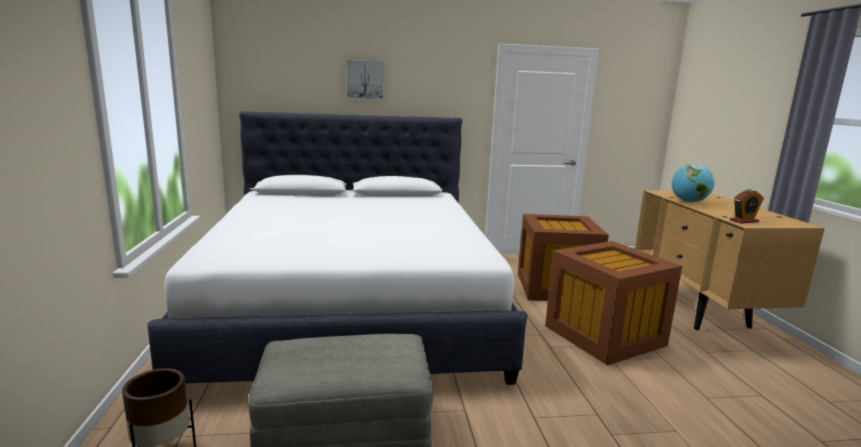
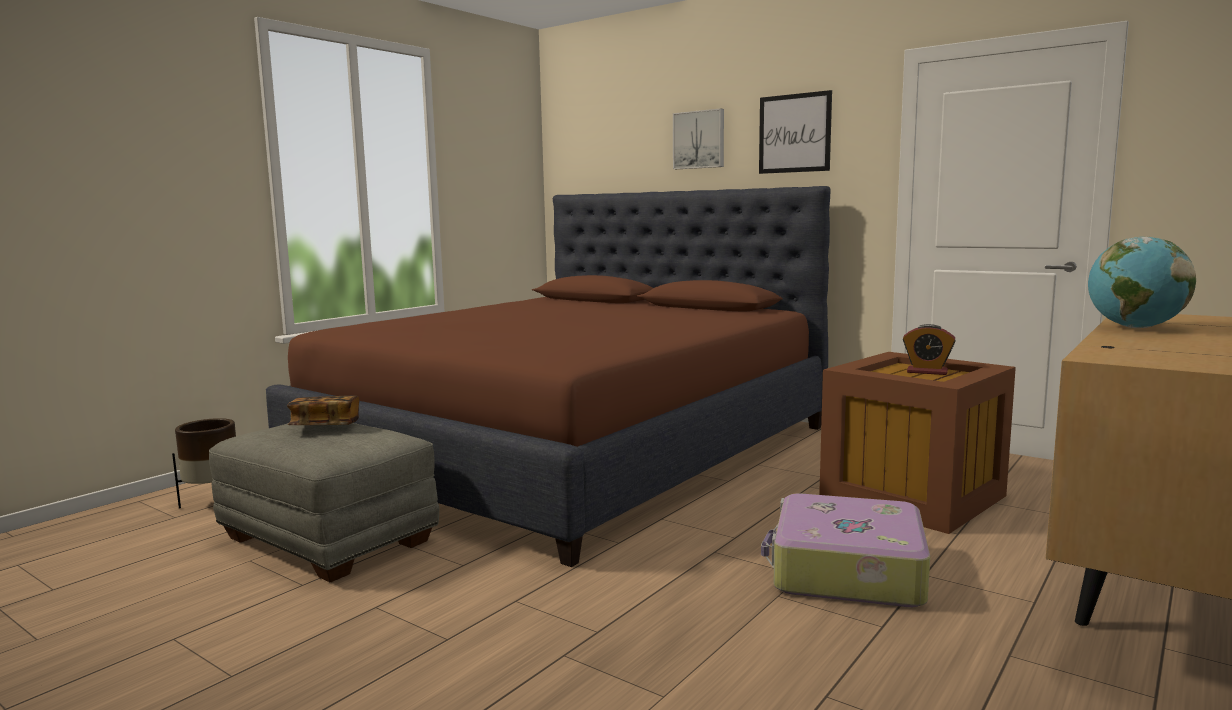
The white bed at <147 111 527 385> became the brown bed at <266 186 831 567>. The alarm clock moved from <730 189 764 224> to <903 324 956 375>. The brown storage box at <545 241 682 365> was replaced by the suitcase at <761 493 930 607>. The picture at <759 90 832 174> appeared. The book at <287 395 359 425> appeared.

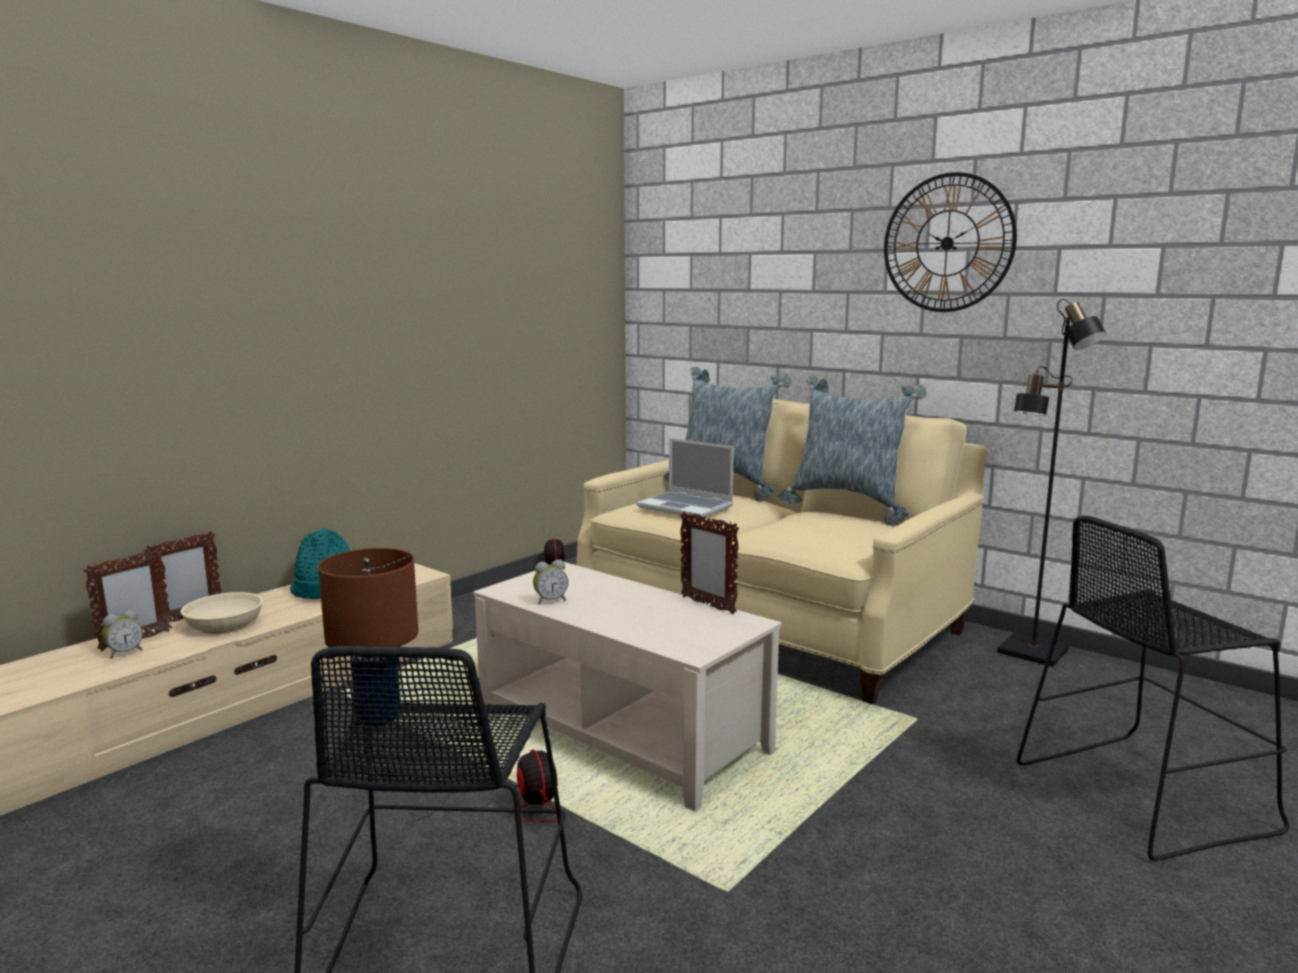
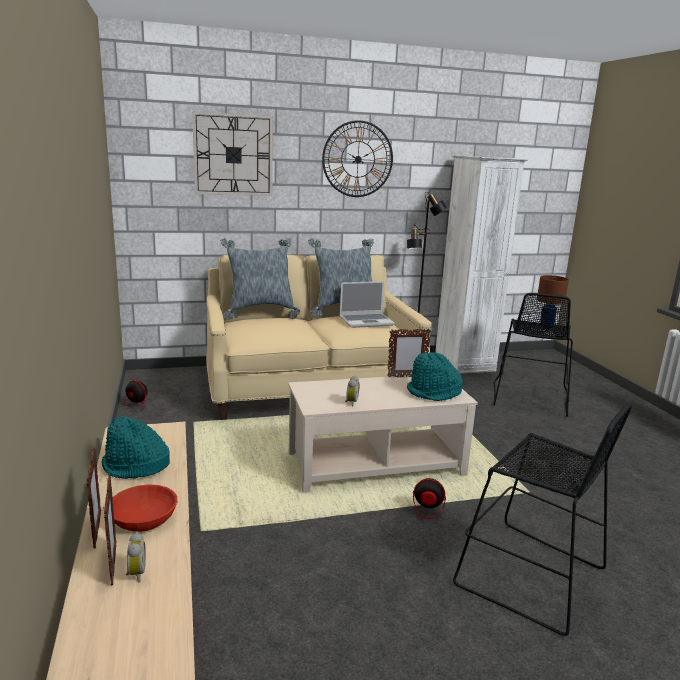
The laptop moved from <637 438 734 518> to <339 281 395 328>. The brown table lamp moved from <318 548 418 726> to <537 275 569 329>. The beige bowl at <180 592 264 634> became the red bowl at <113 484 178 532>. The wall clock at <192 111 273 196> appeared. The white cabinet at <436 155 528 374> appeared. The turquoise hat at <407 352 463 401> appeared.

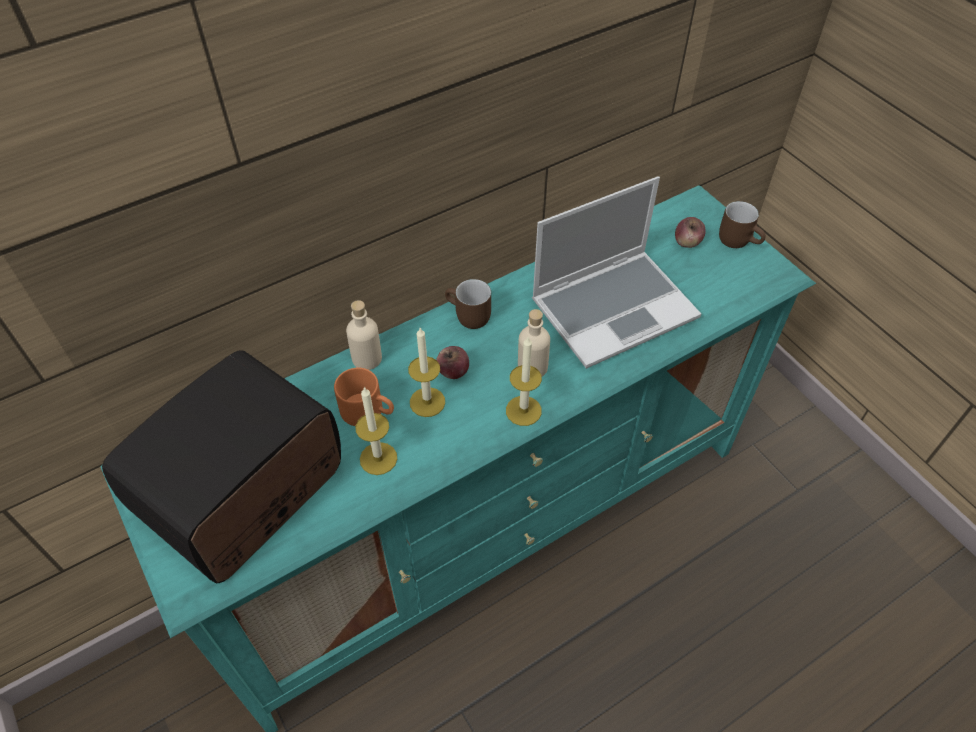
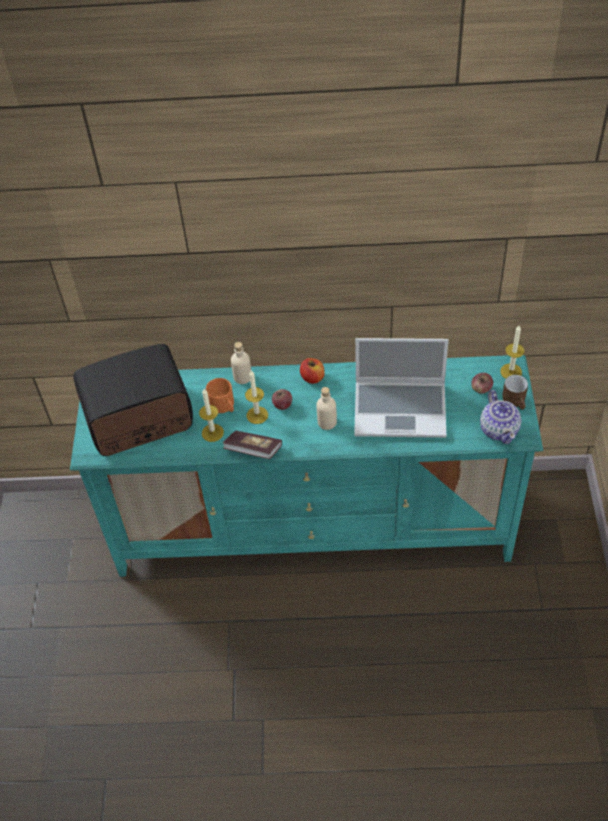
The brown mug at <445 279 491 329> was replaced by the apple at <300 358 325 384>. The candle moved from <506 337 542 426> to <500 326 524 379>. The teapot at <480 390 521 444> appeared. The book at <223 431 282 459> appeared.

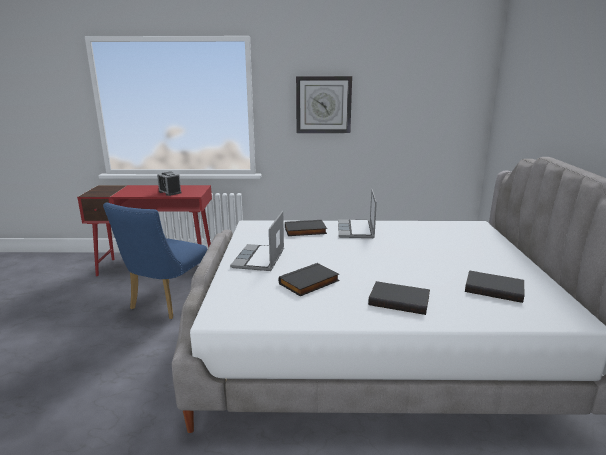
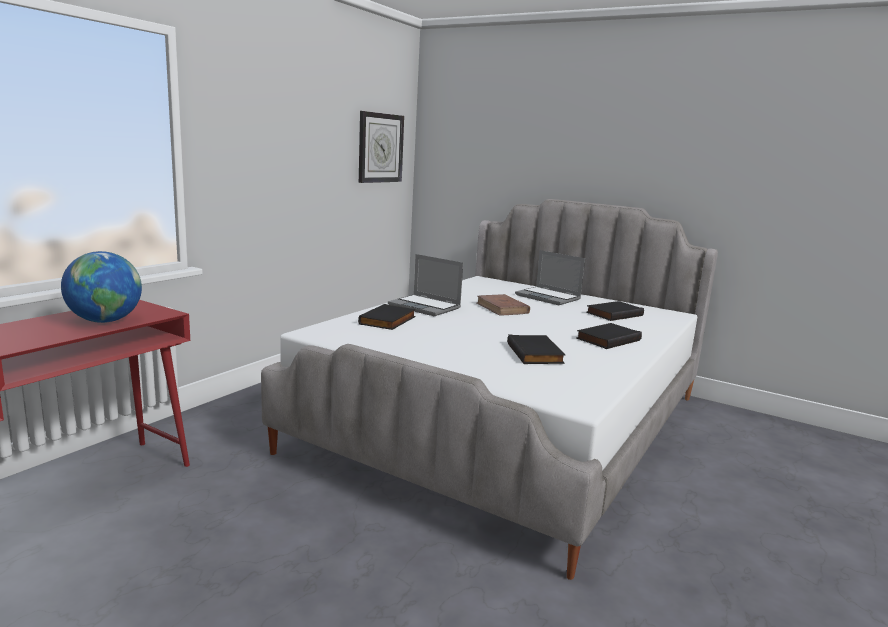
The wall clock moved from <296 76 352 133> to <359 111 404 183>. The alarm clock at <157 171 182 196> was replaced by the globe at <61 251 142 323>. The blue chair at <103 203 207 319> disappeared. The laptop moved from <230 211 284 271> to <515 250 585 305>. The brown book at <476 294 530 315> appeared.

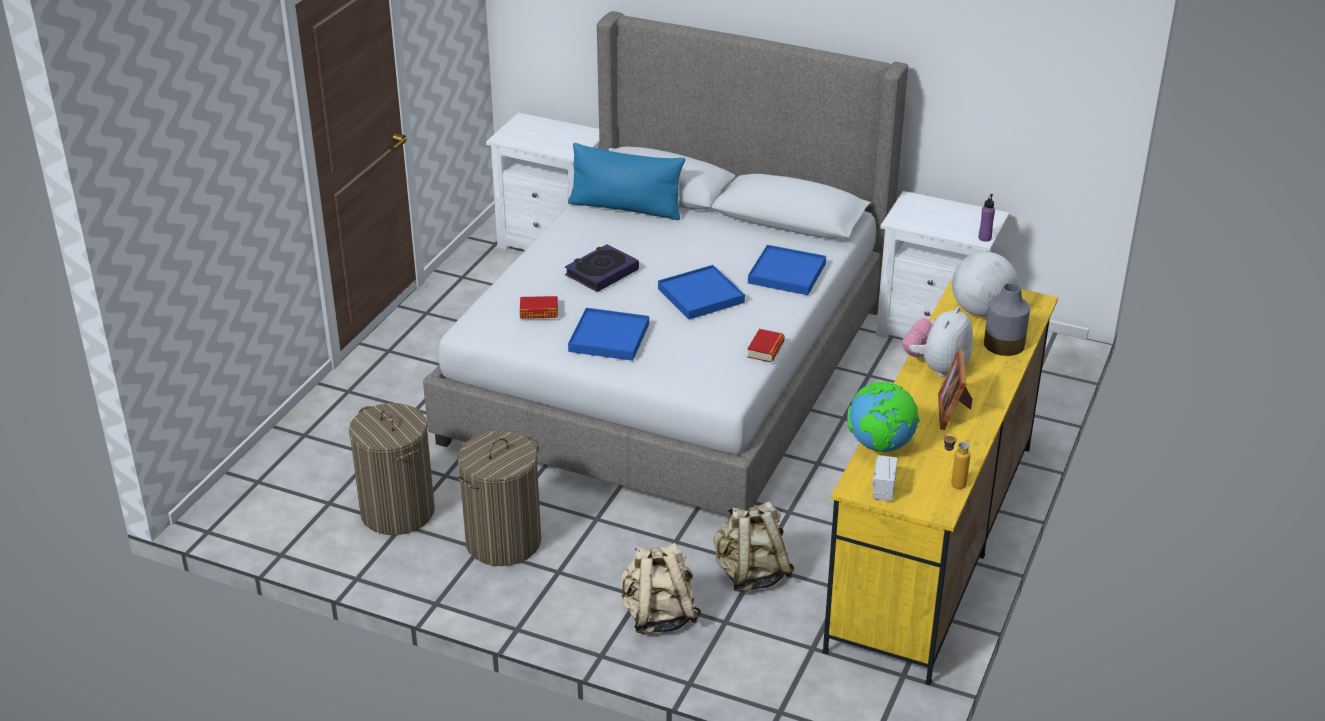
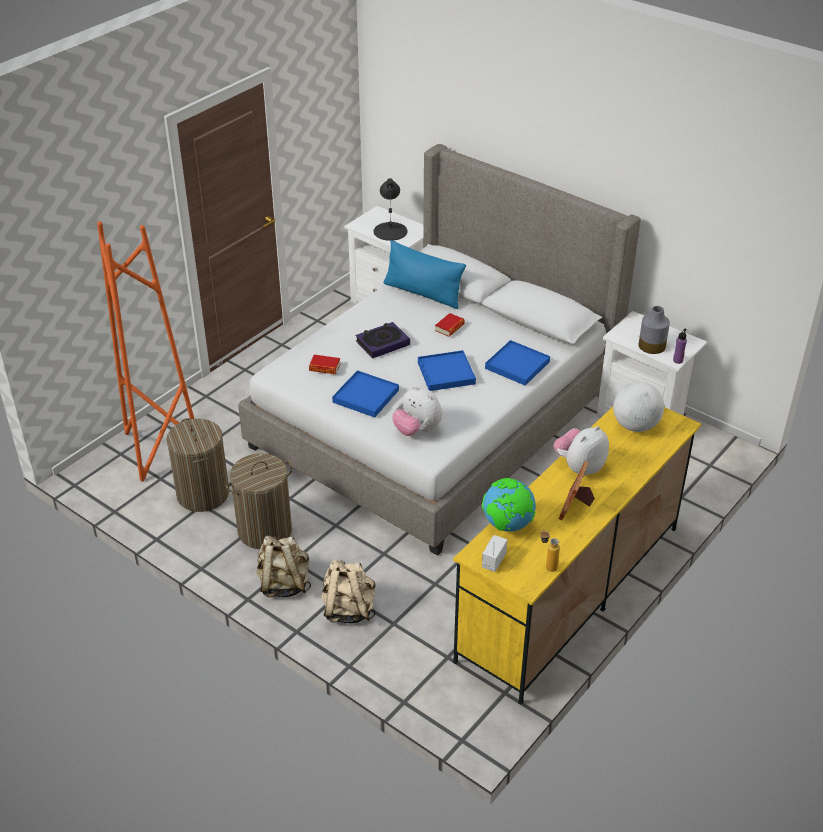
The grey vase moved from <984 283 1030 356> to <638 306 670 354>. The book moved from <747 329 785 362> to <435 313 465 337>. The beige backpack moved from <714 501 795 592> to <256 536 311 597>. The black table lamp at <374 178 408 241> appeared. The orange clothes rack at <97 221 194 482> appeared. The plush toy at <392 386 442 436> appeared.

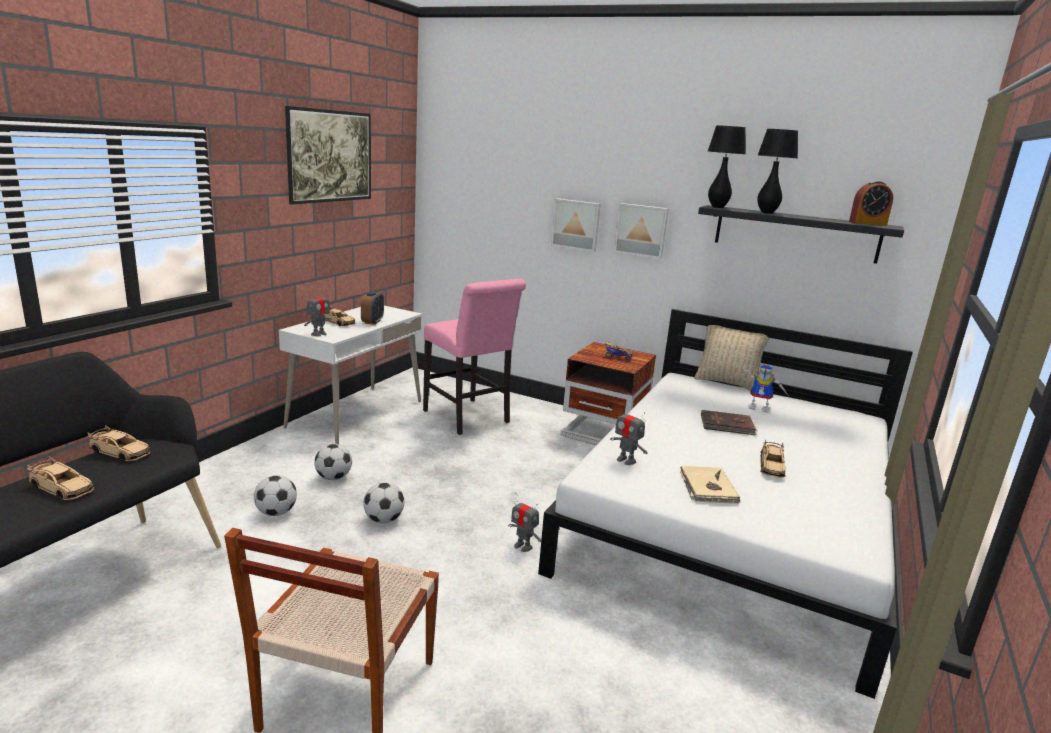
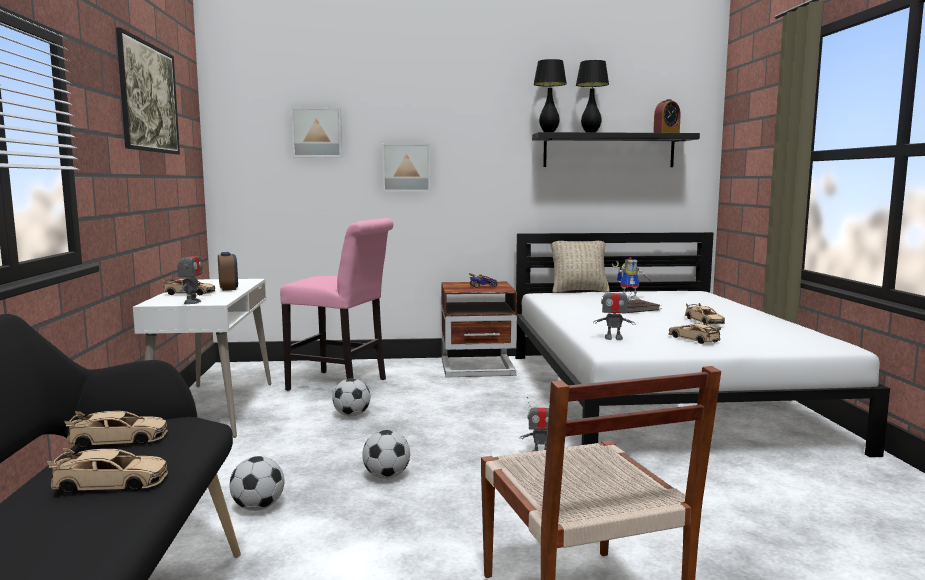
The picture moved from <614 203 669 259> to <291 108 342 157>. The football moved from <314 444 352 480> to <332 378 371 417>. The beige book at <680 466 740 504> was replaced by the beige toy car at <669 323 722 344>.

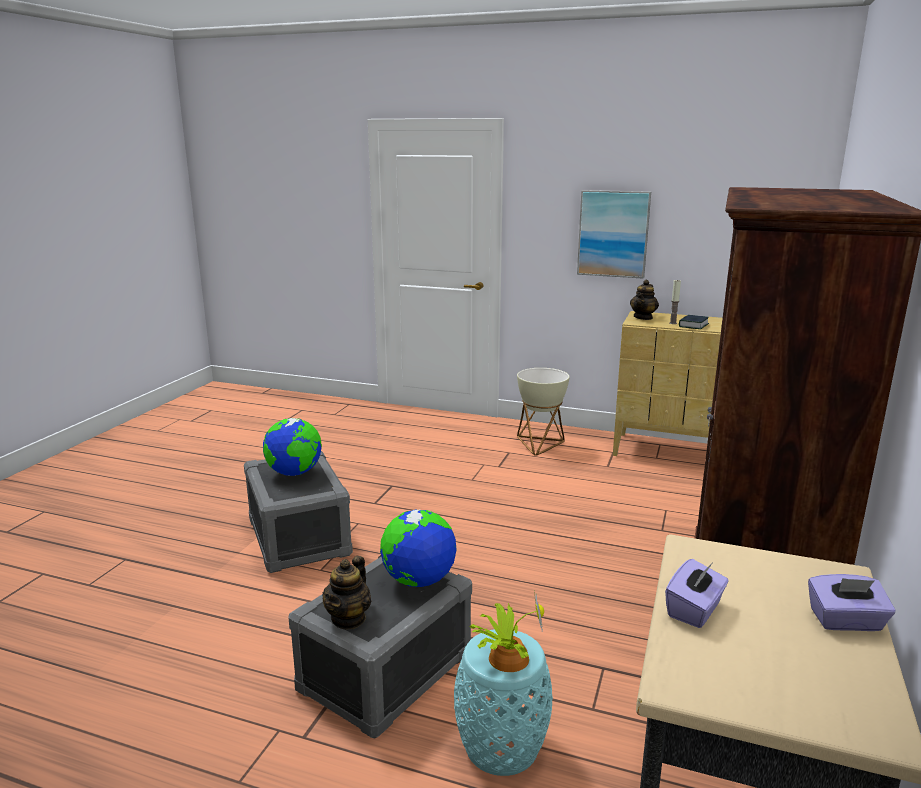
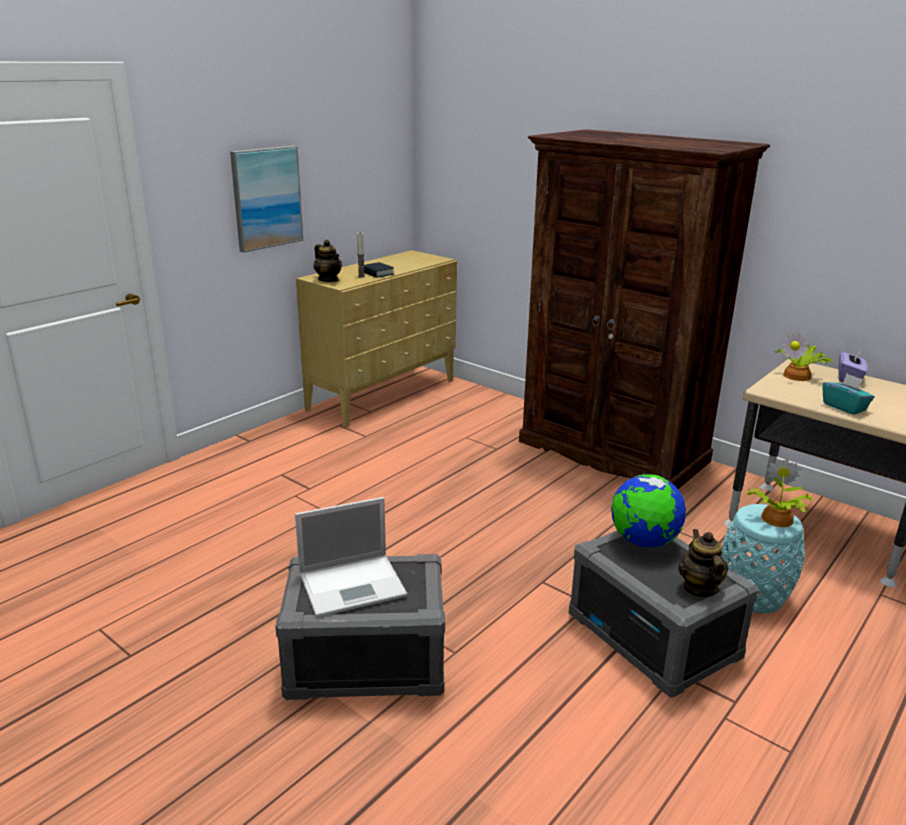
The planter at <517 368 570 456> disappeared. The globe at <263 418 322 476> was replaced by the laptop at <295 497 407 618>. The teapot at <322 556 372 630> turned 135 degrees counterclockwise. The purple tissue box at <665 559 729 628> became the turquoise tissue box at <823 373 874 415>. The potted plant at <774 332 833 381> appeared.

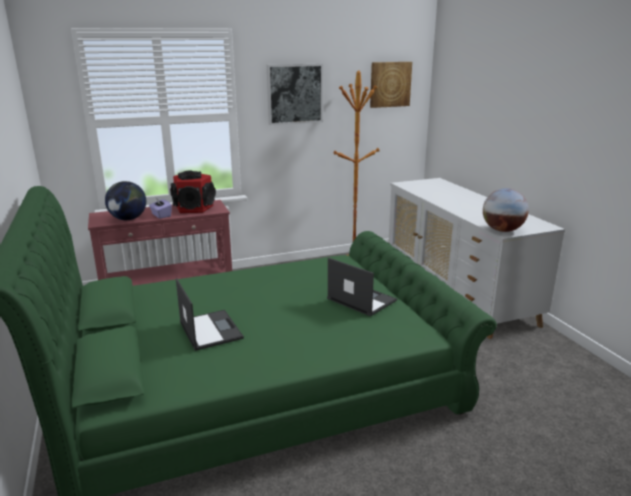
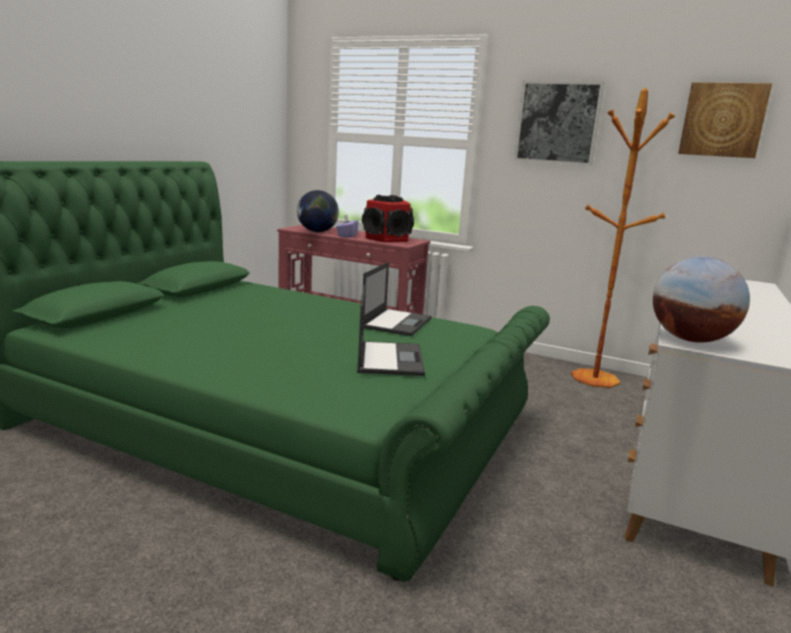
The laptop moved from <176 278 244 351> to <363 262 432 336>.

